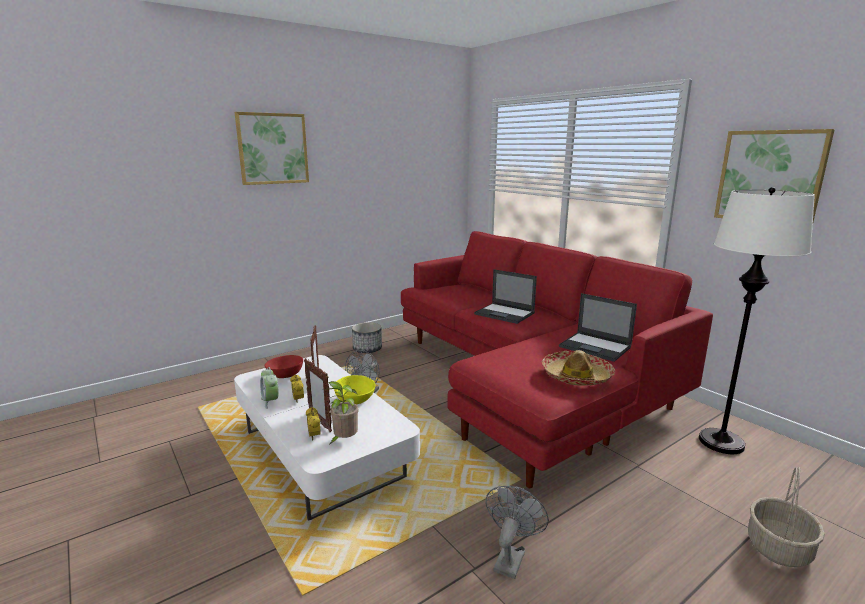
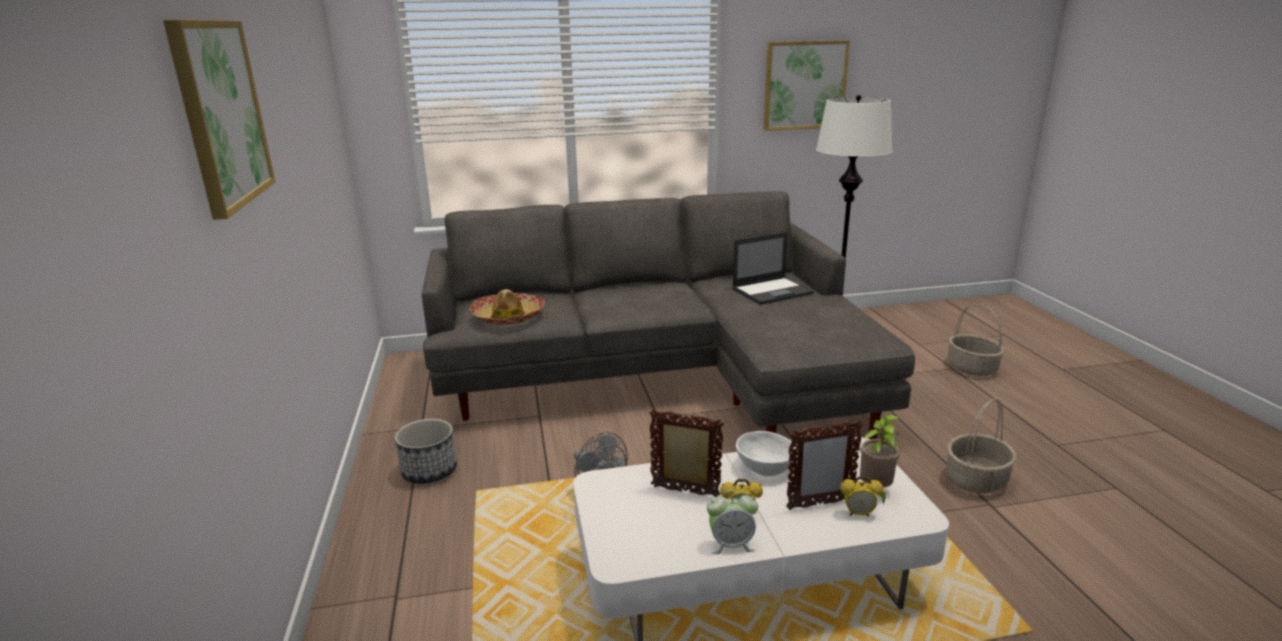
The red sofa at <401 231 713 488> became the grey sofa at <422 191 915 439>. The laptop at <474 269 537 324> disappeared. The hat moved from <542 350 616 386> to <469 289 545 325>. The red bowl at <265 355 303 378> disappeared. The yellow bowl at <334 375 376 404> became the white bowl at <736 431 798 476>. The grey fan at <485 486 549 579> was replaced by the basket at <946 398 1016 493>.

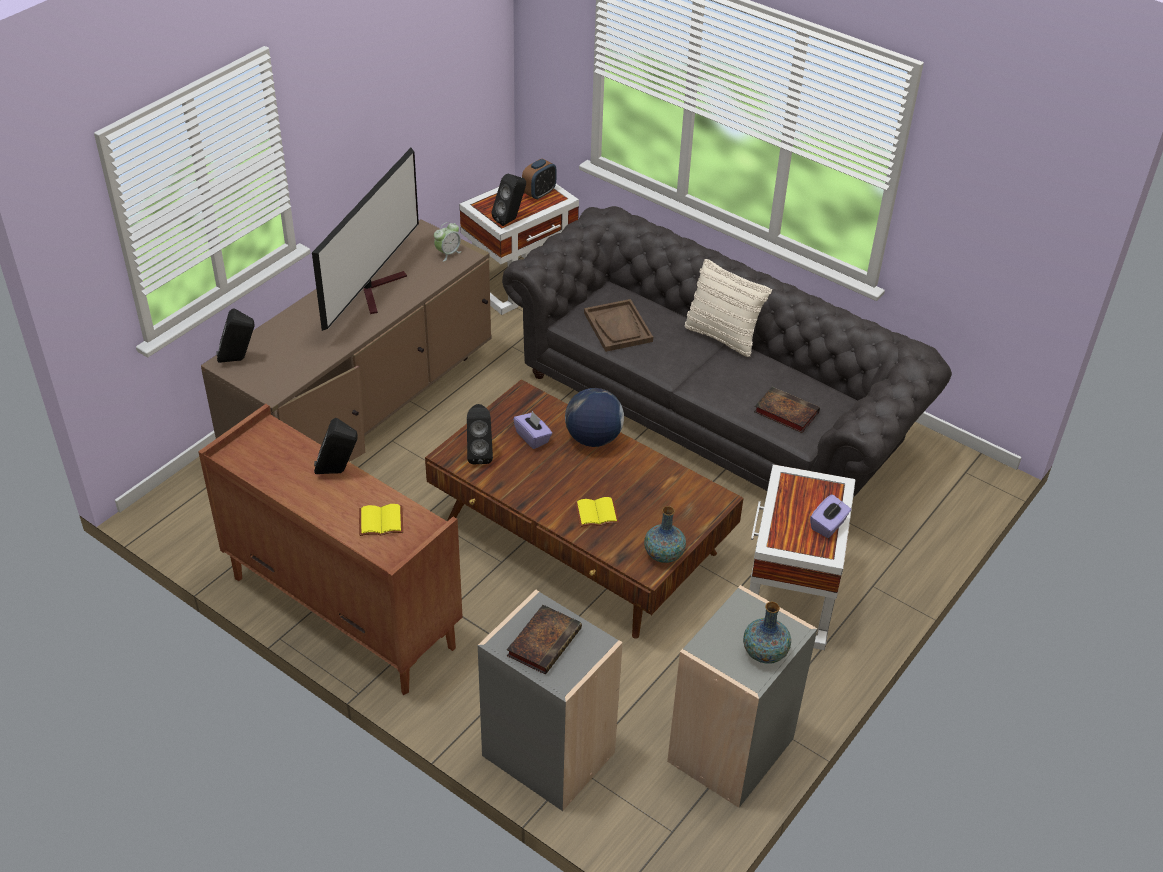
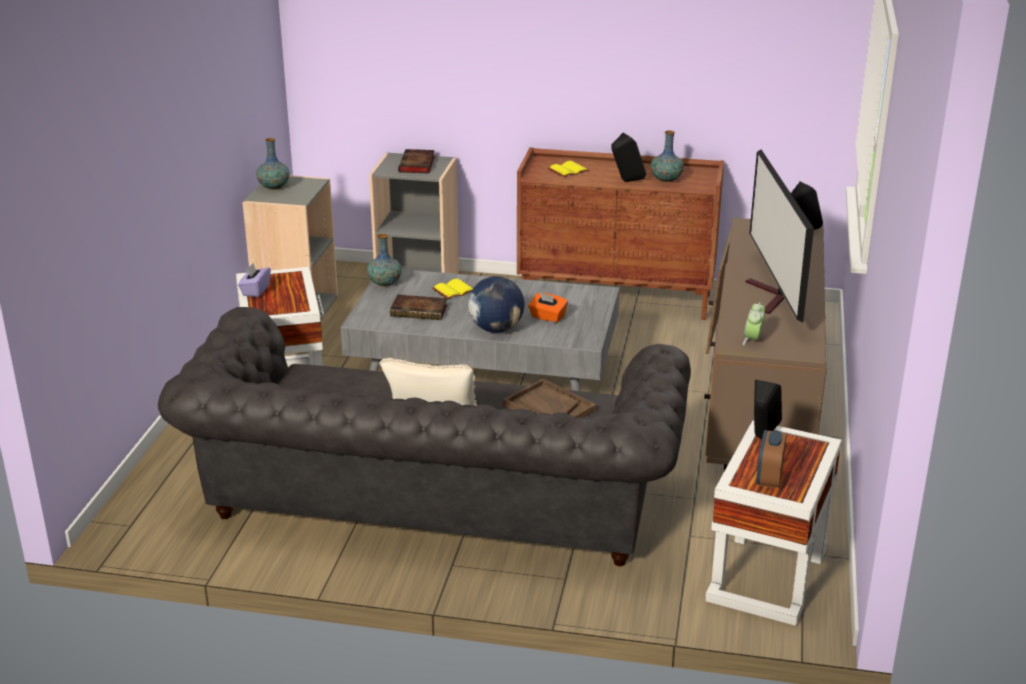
The brown coffee table at <425 380 743 639> became the grey coffee table at <341 269 620 391>. The book moved from <754 387 820 433> to <390 294 447 320>. The black speaker at <467 404 493 464> disappeared. The purple tissue box at <513 411 552 449> became the orange tissue box at <528 293 568 323>. The vase at <651 131 684 182> appeared.

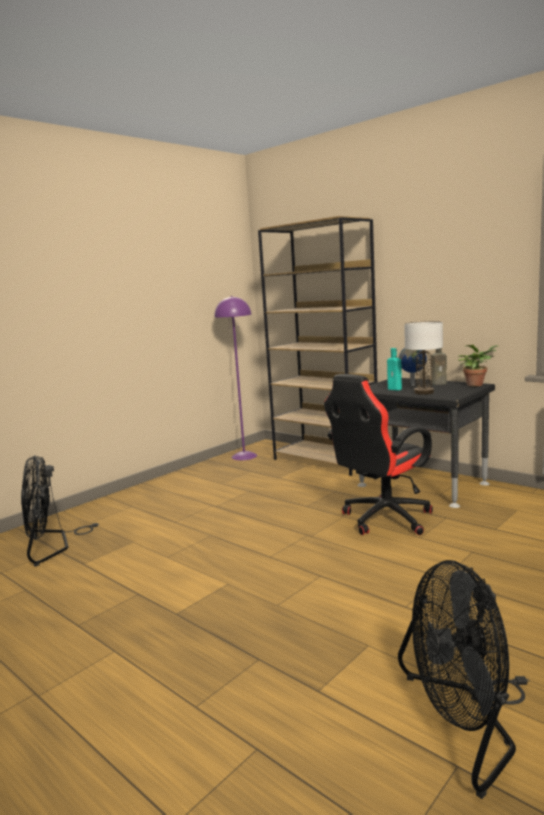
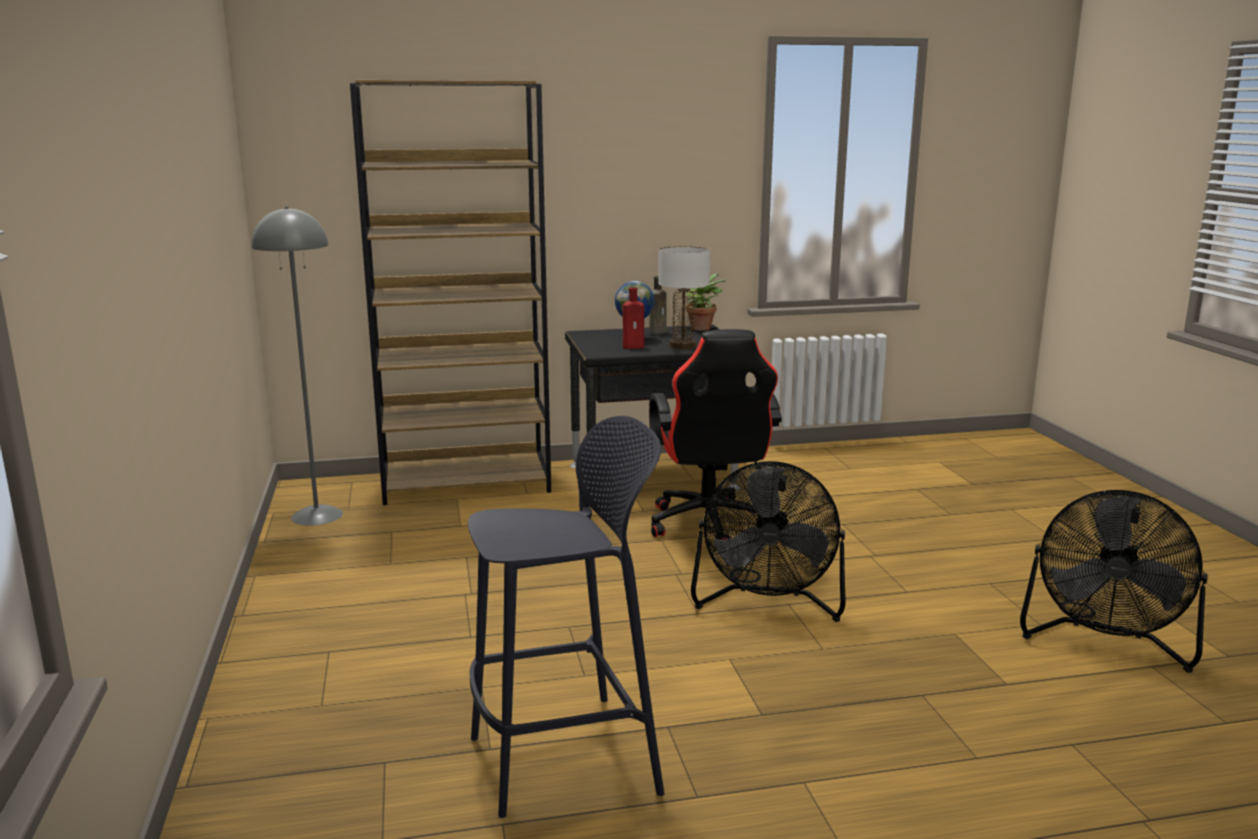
The purple floor lamp at <215 296 257 460> became the grey floor lamp at <252 206 343 526>. The turquoise bottle at <387 348 402 390> became the red bottle at <623 287 644 349>. The black fan moved from <21 455 99 567> to <691 461 846 622>. The grey stool at <468 416 664 818> appeared.

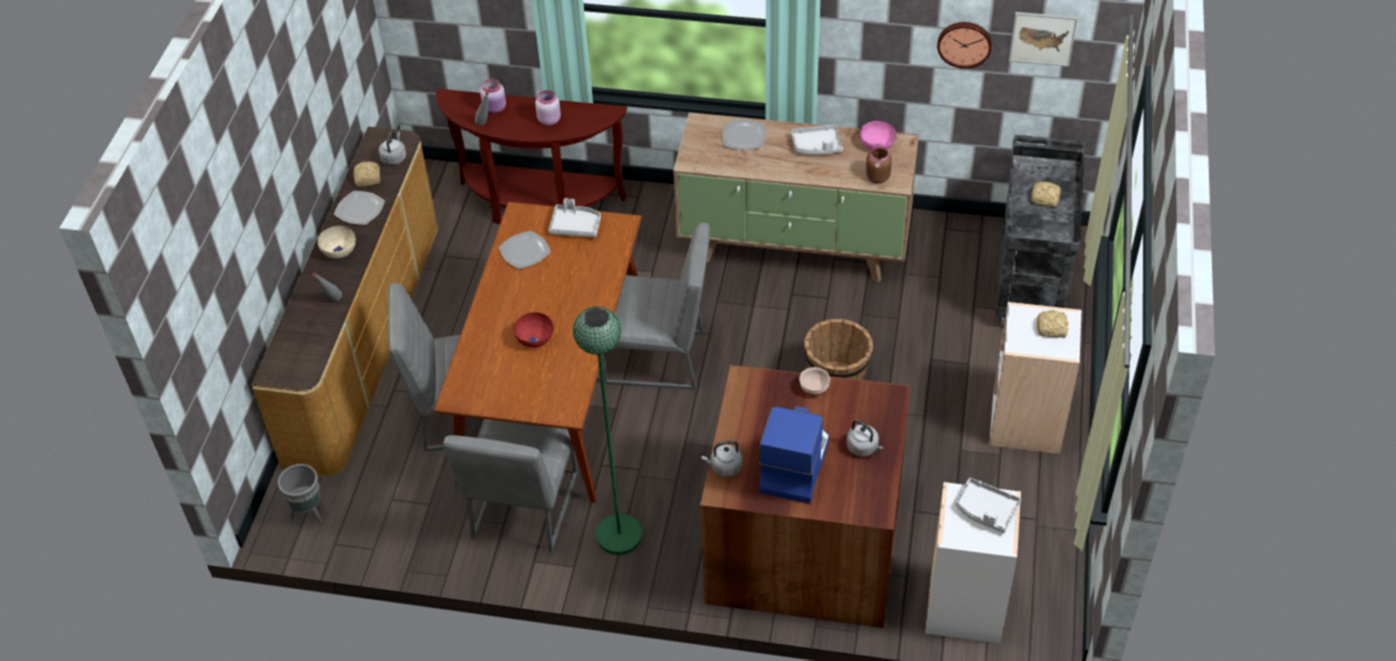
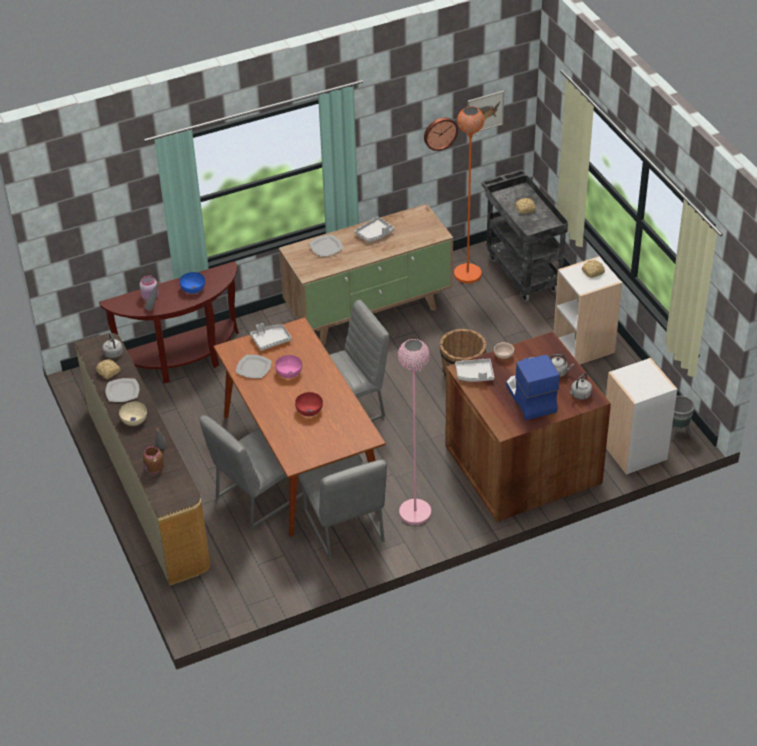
The pink jar at <535 90 561 126> was replaced by the blue bowl at <179 272 205 294>. The pink bowl moved from <860 121 896 150> to <275 355 302 378>. The brown jar moved from <866 147 892 184> to <143 446 164 474>. The green floor lamp at <573 306 643 555> became the pink floor lamp at <398 339 431 525>. The grey kettle moved from <701 440 743 477> to <570 373 592 400>. The grey planter moved from <278 464 323 525> to <671 396 695 441>. The grey tray moved from <956 478 1021 533> to <455 359 494 382>. The orange floor lamp at <454 106 484 284> appeared.

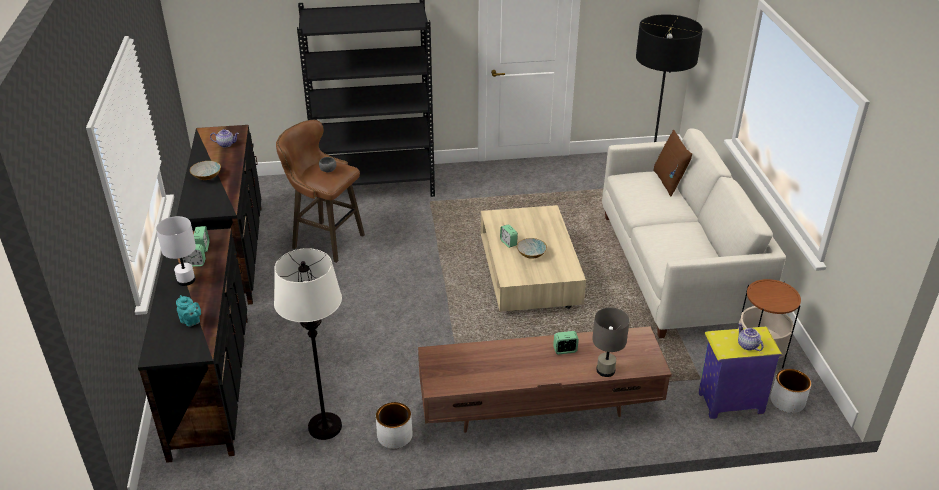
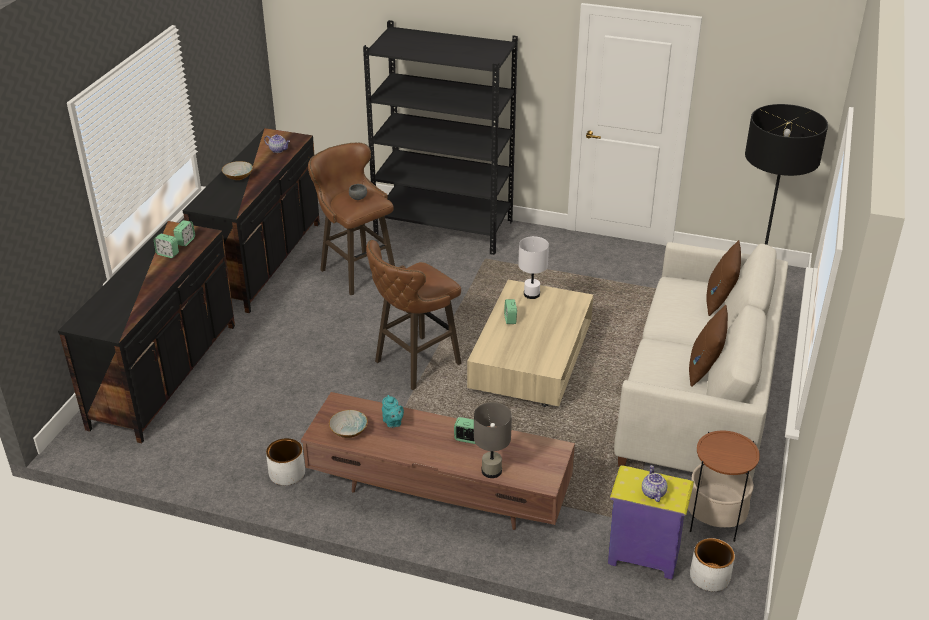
The white table lamp moved from <156 216 196 286> to <518 236 549 299>. The bowl moved from <517 238 547 259> to <329 410 368 438>. The white floor lamp at <274 248 342 440> disappeared. The turquoise teapot moved from <176 295 201 327> to <382 395 404 428>. The brown stool at <366 240 462 390> appeared. The brown pillow at <689 305 728 387> appeared.

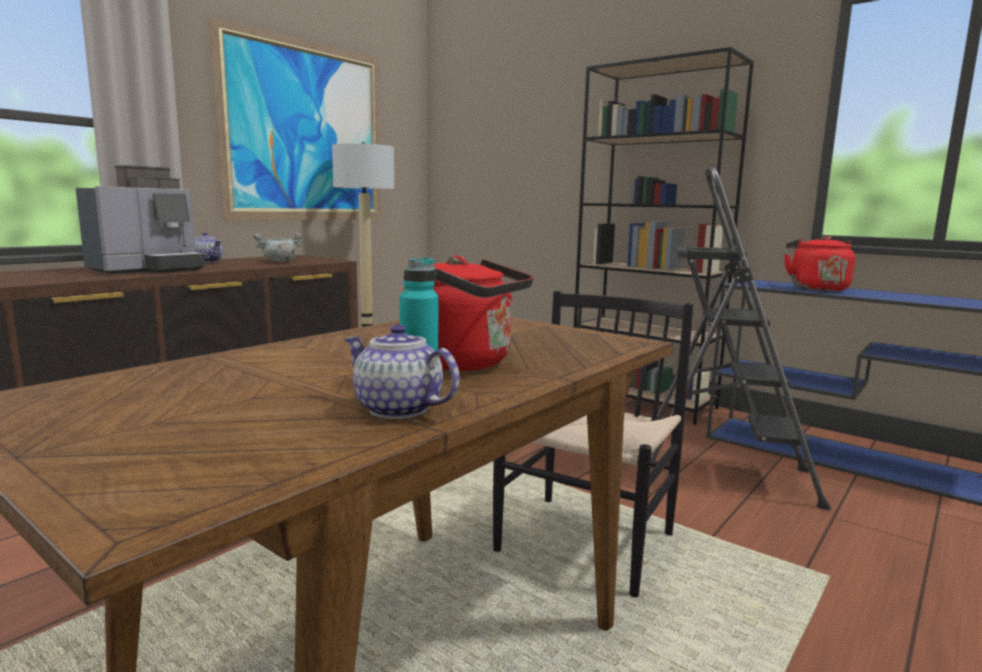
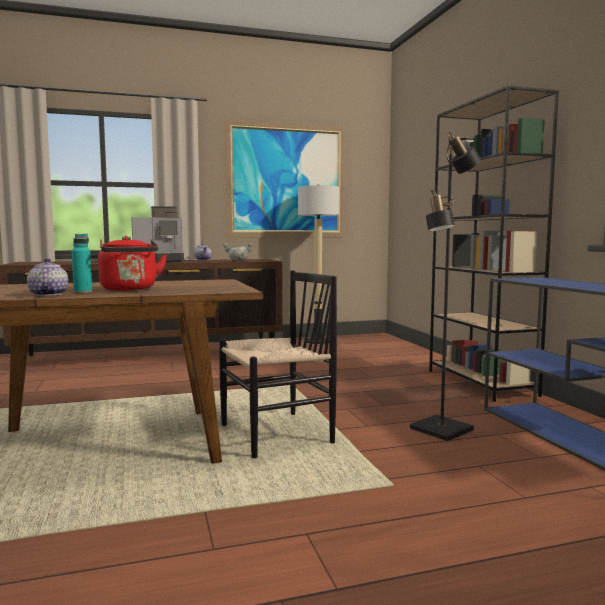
The step ladder at <635 165 831 510> was replaced by the black floor lamp at <410 131 481 441>. The red kettle at <784 236 855 292> disappeared.

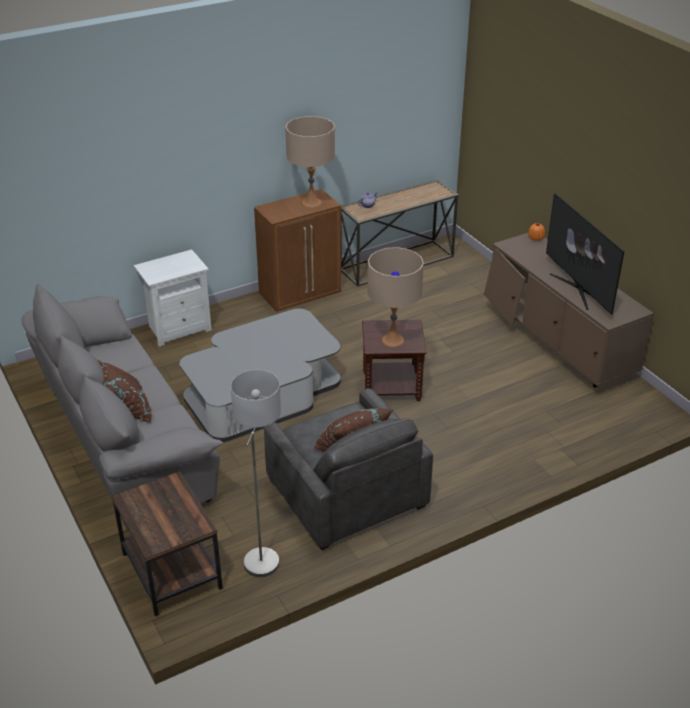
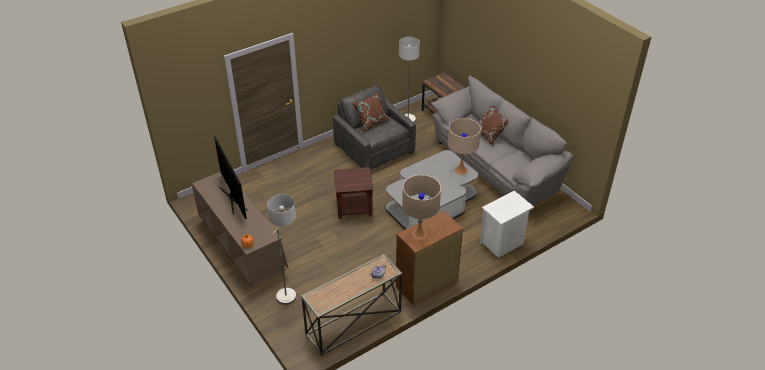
The beige table lamp moved from <367 247 424 347> to <448 118 481 175>. The grey floor lamp at <267 194 296 305> appeared.

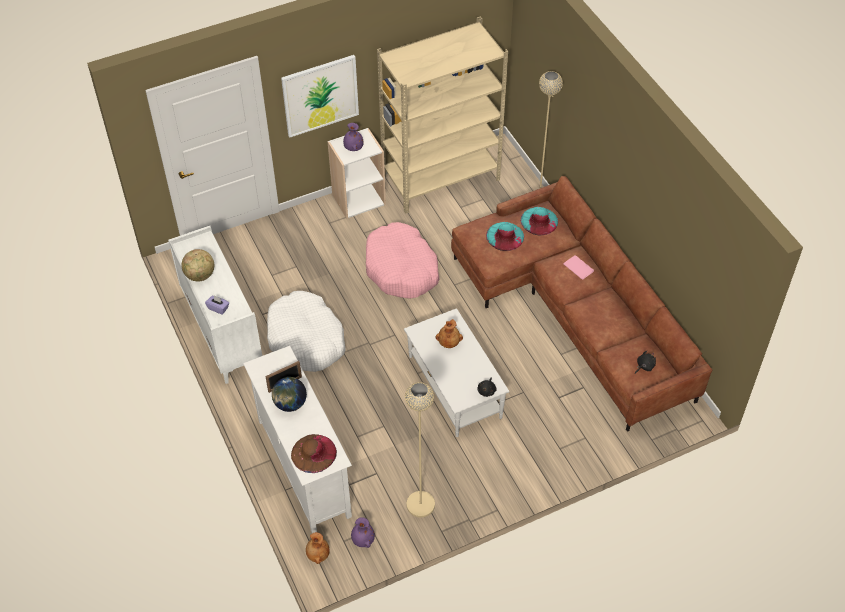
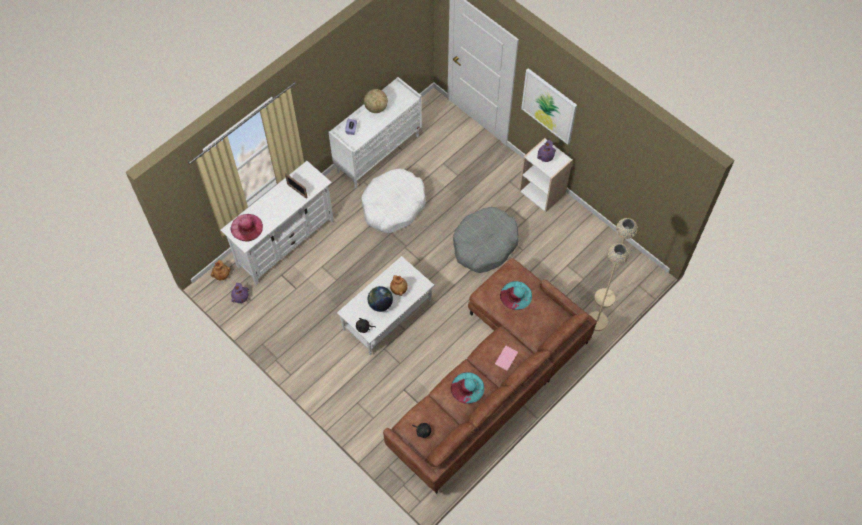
The beige bookcase at <377 17 508 214> disappeared. The turquoise hat moved from <520 207 558 235> to <451 372 484 404>. The pink dog bed at <366 222 439 299> became the grey dog bed at <453 207 518 273>. The globe moved from <272 377 307 412> to <368 286 393 312>. The beige floor lamp moved from <405 382 435 518> to <594 218 638 308>. The brown hat at <291 434 337 473> became the pink hat at <231 214 263 241>.

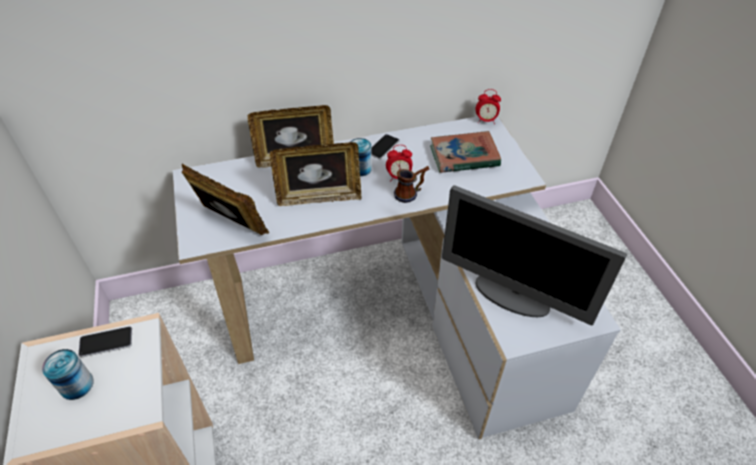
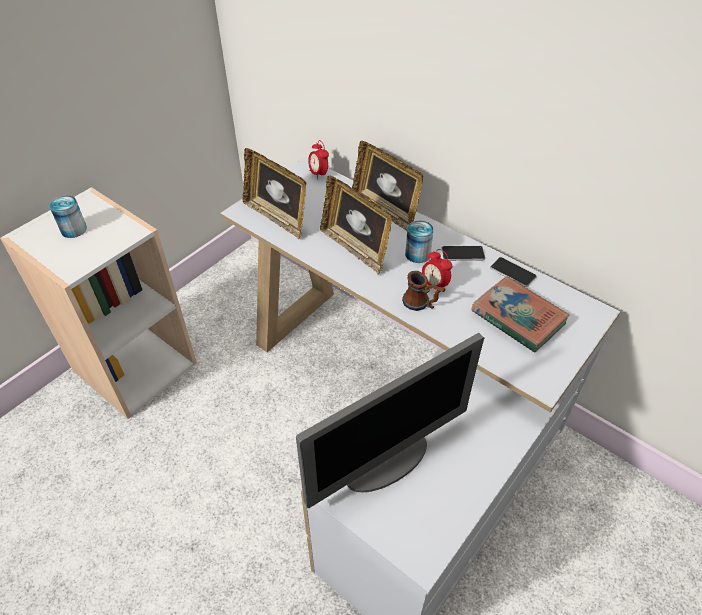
The alarm clock moved from <476 89 501 124> to <308 140 329 180>. The picture frame at <182 163 269 235> turned 135 degrees clockwise. The monitor at <442 185 627 325> turned 120 degrees counterclockwise. The phone moved from <78 326 132 357> to <490 257 537 287>.

